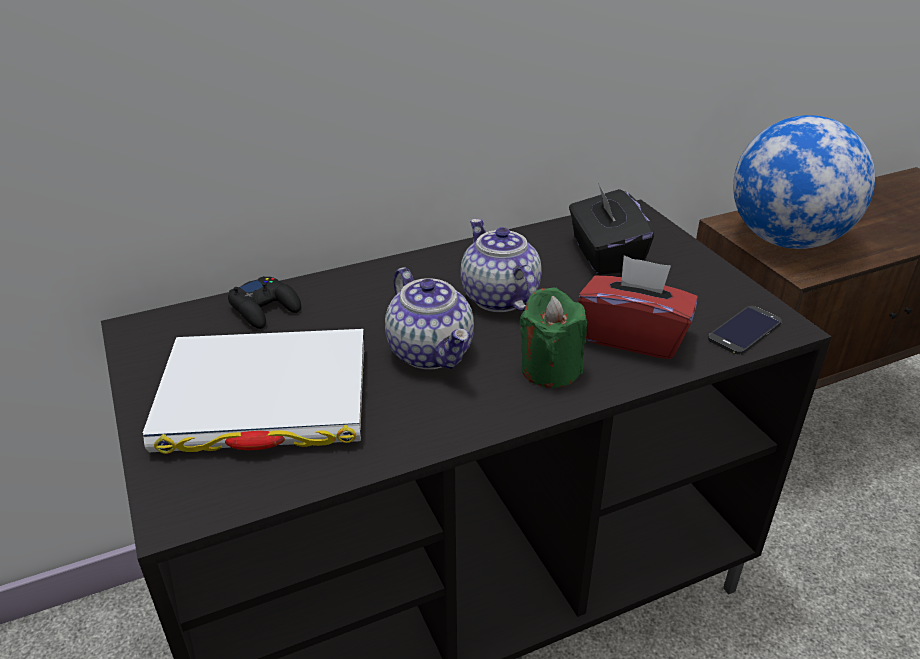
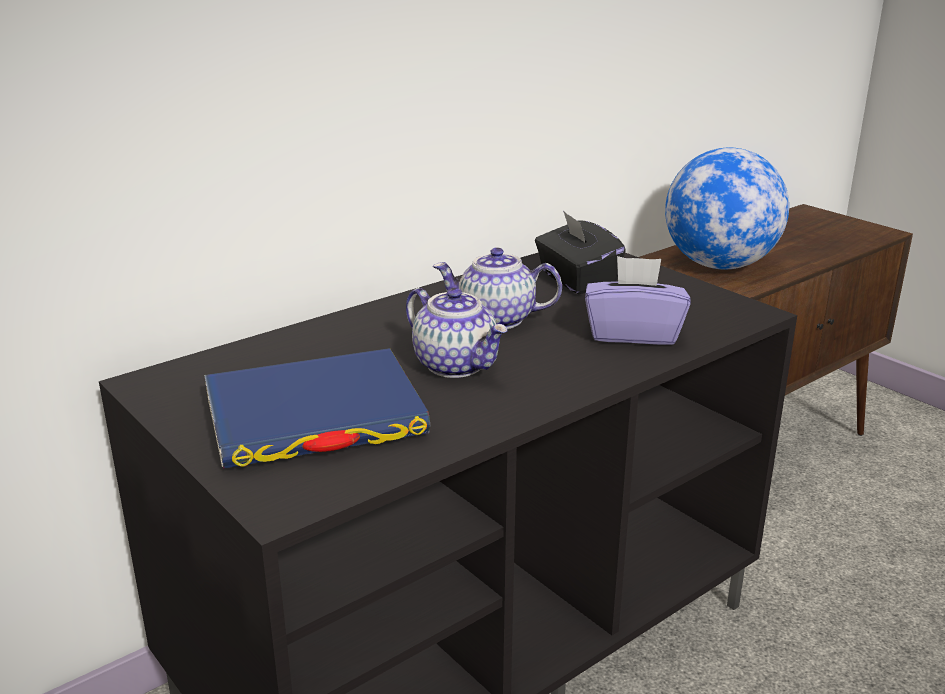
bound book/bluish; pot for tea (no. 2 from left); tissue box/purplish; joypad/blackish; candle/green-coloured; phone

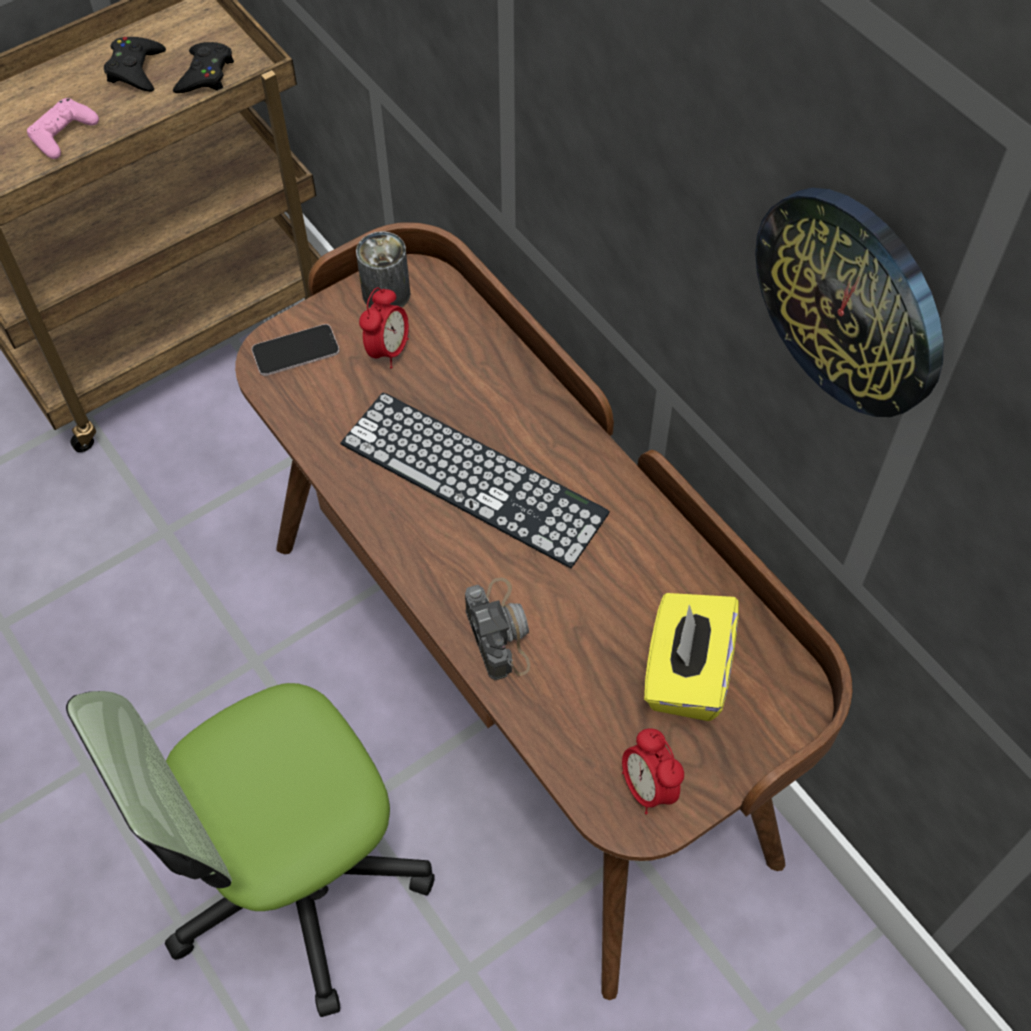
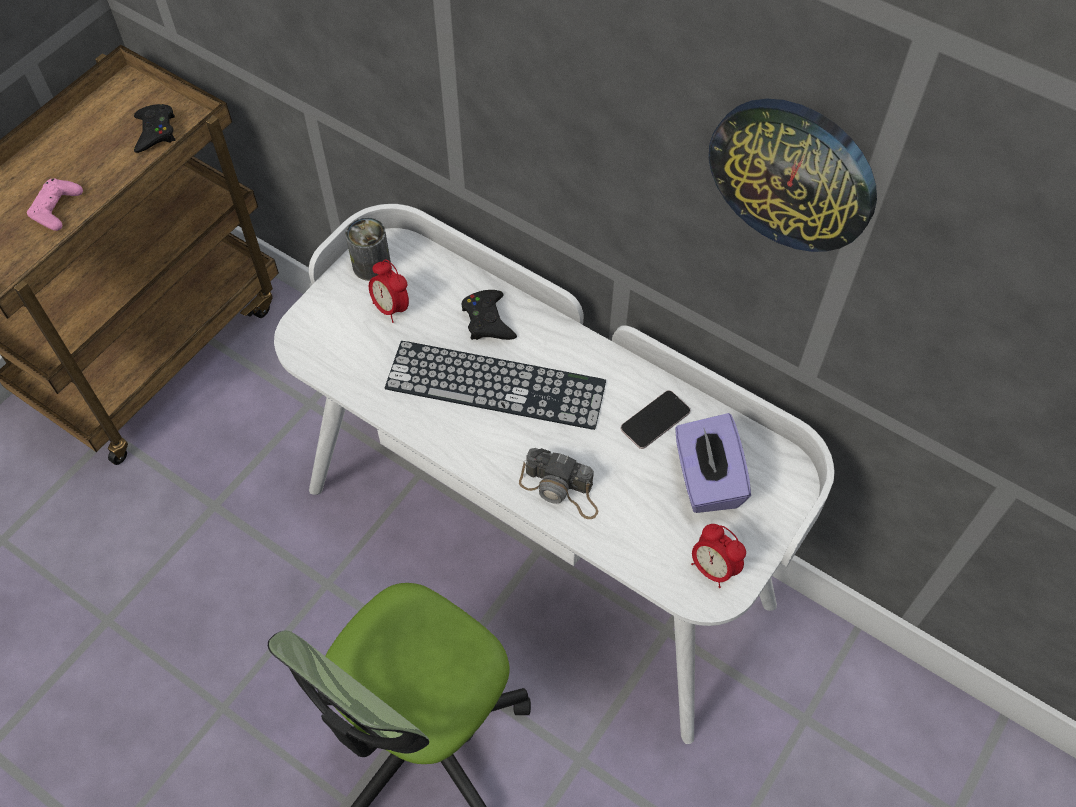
desk/white; bedside clock (no. 1 from left); joypad/blackish (no. 2 from left); still camera; phone; tissue box/purplish

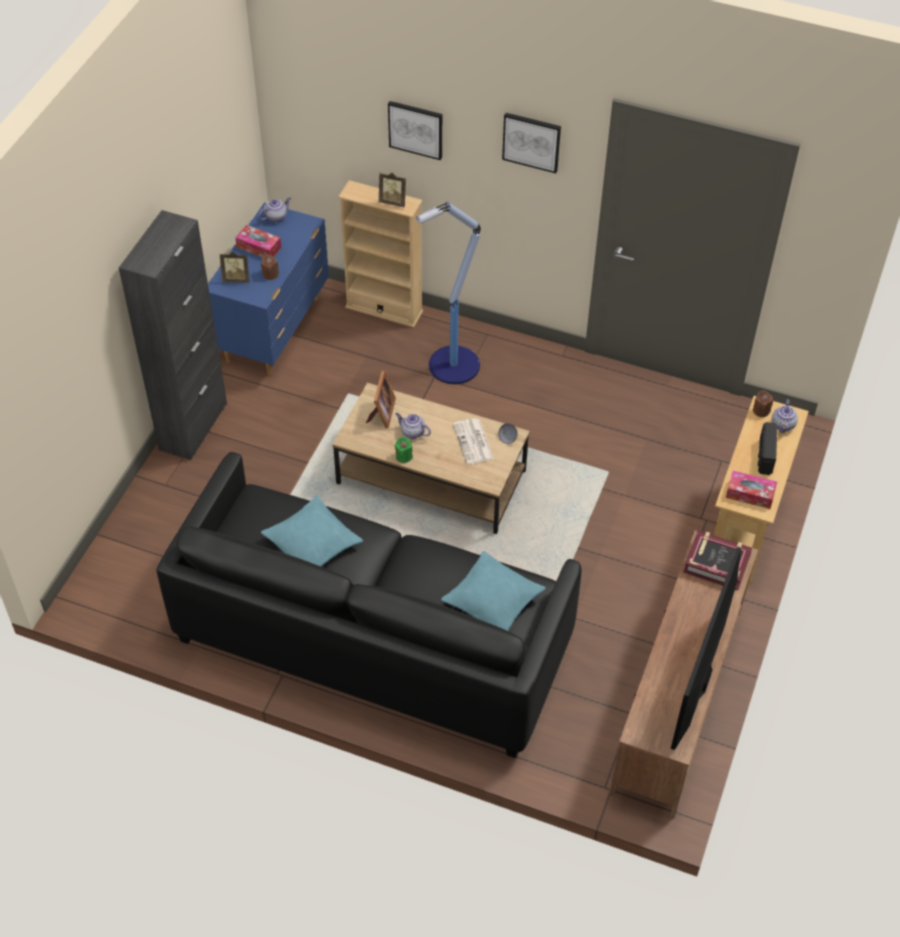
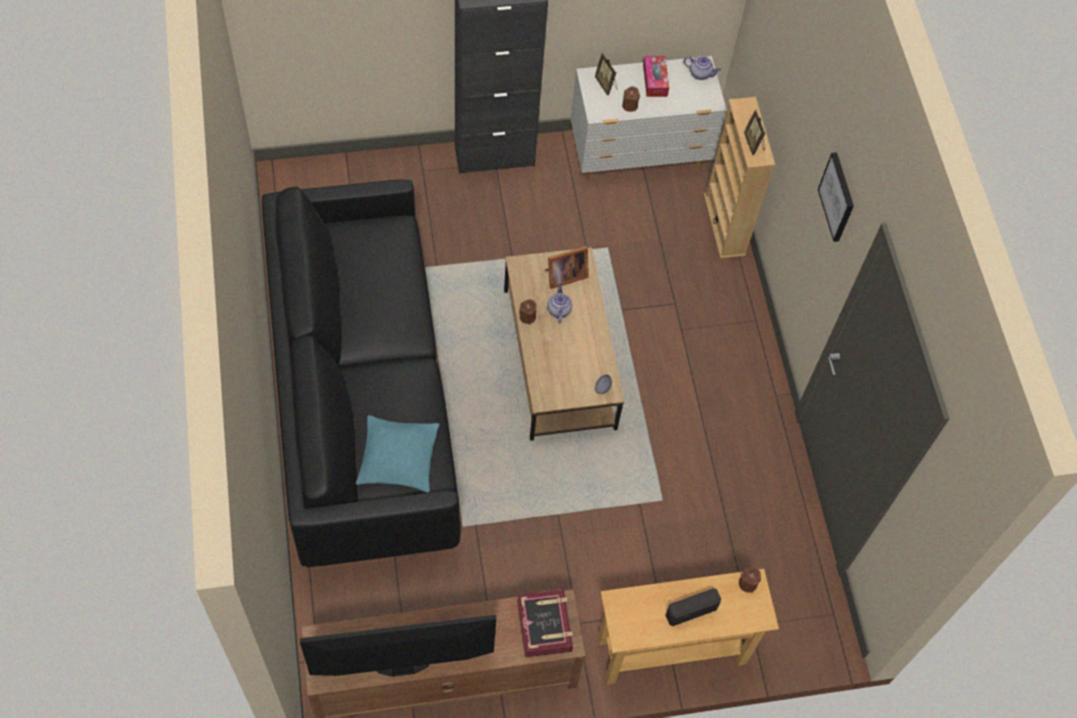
candle/brown-coloured (no. 1 from left); dresser/white; pillow/turquoise (no. 1 from left in the first image); wall picture (no. 1 from left in the first image); standing lamp; daily paper; tissue box (no. 2 from left in the first image); pot for tea (no. 3 from left in the first image)

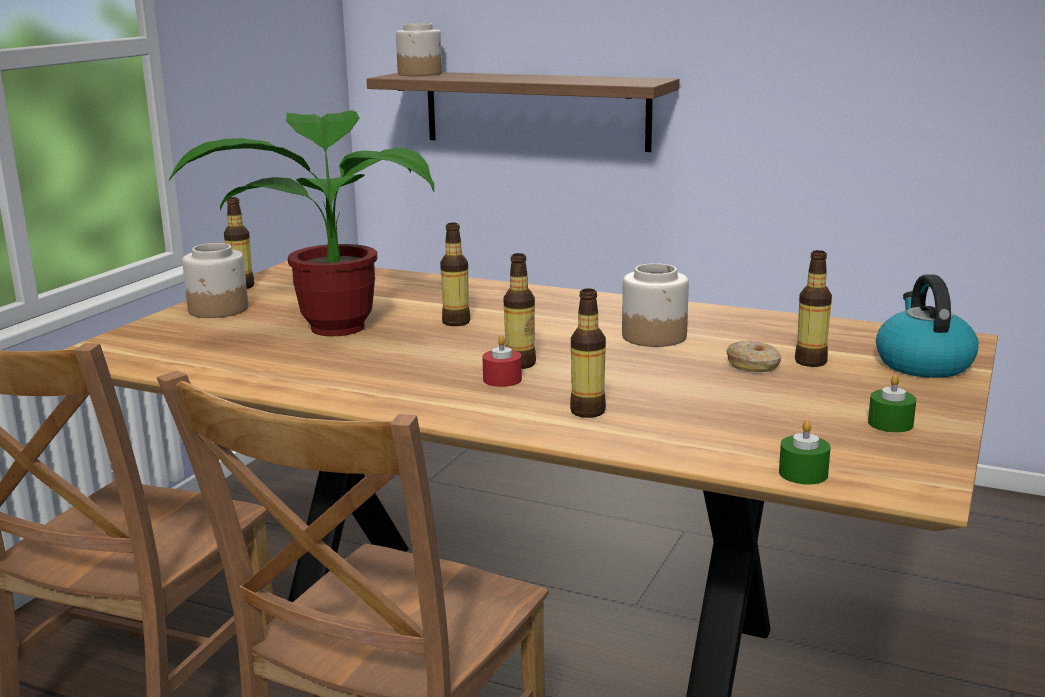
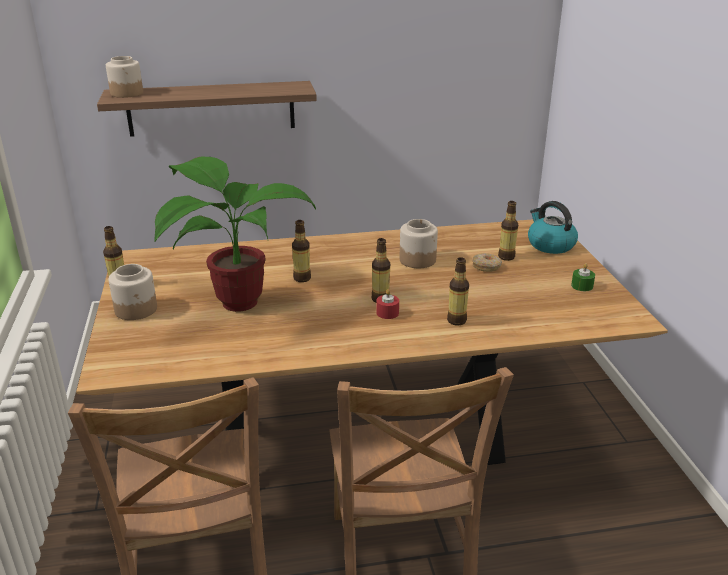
candle/green-coloured (no. 1 from left in the first image)

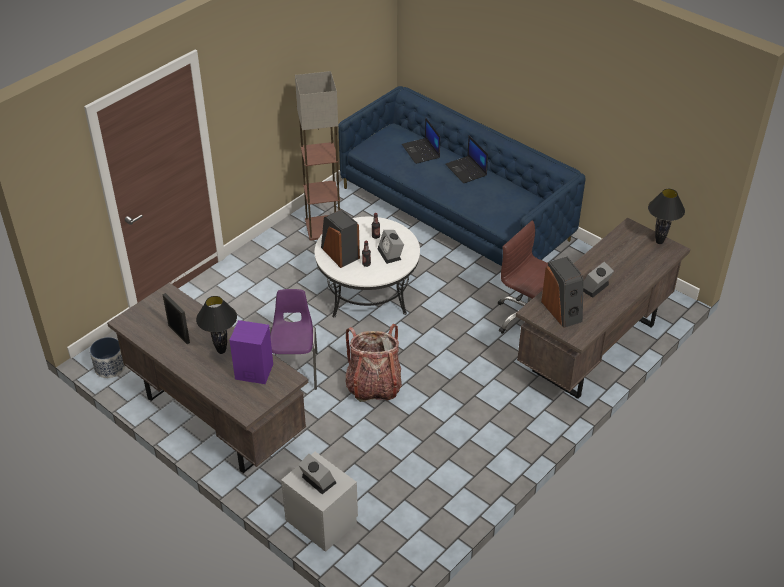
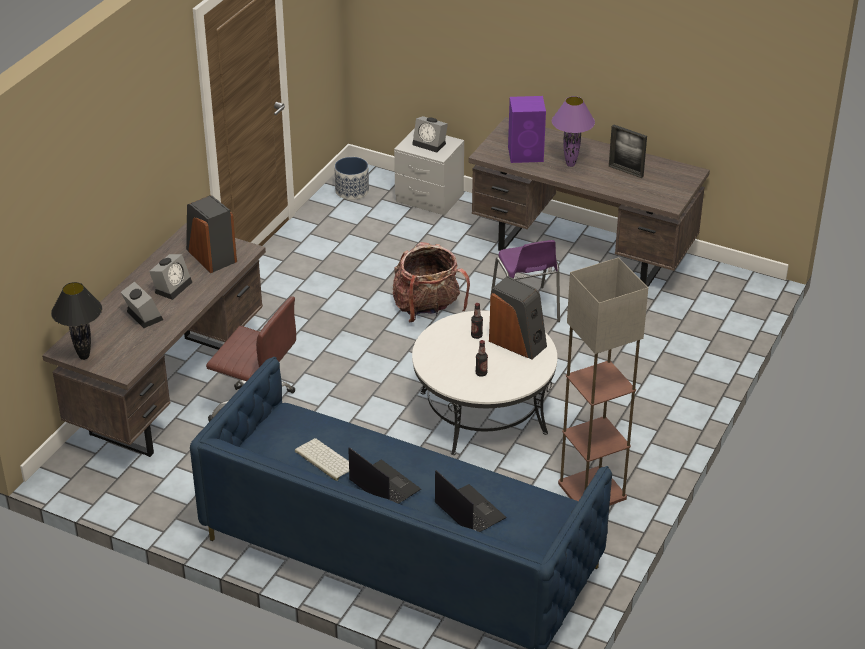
bedside clock (no. 1 from left); computer keyboard; planter; table lamp/purplish

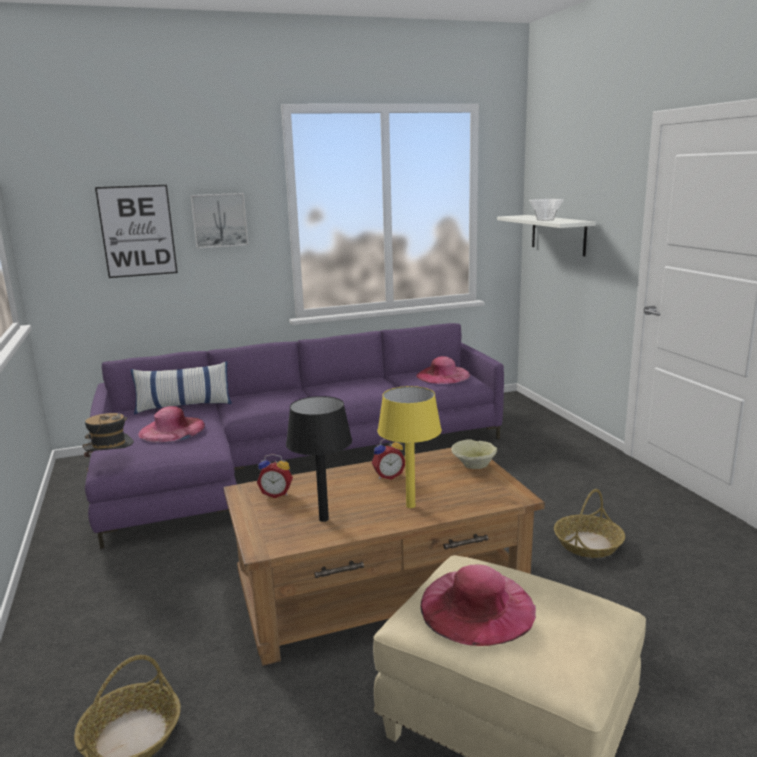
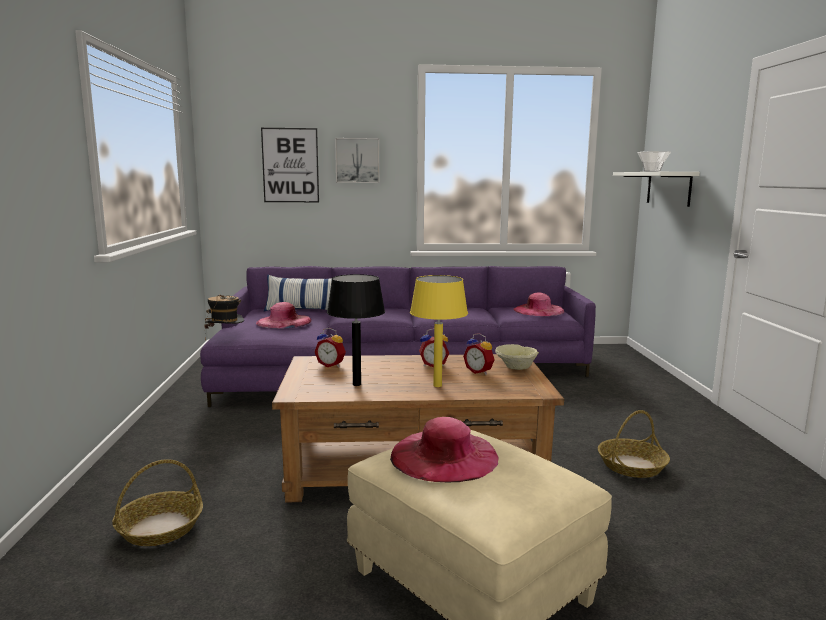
bedside clock (no. 3 from left)

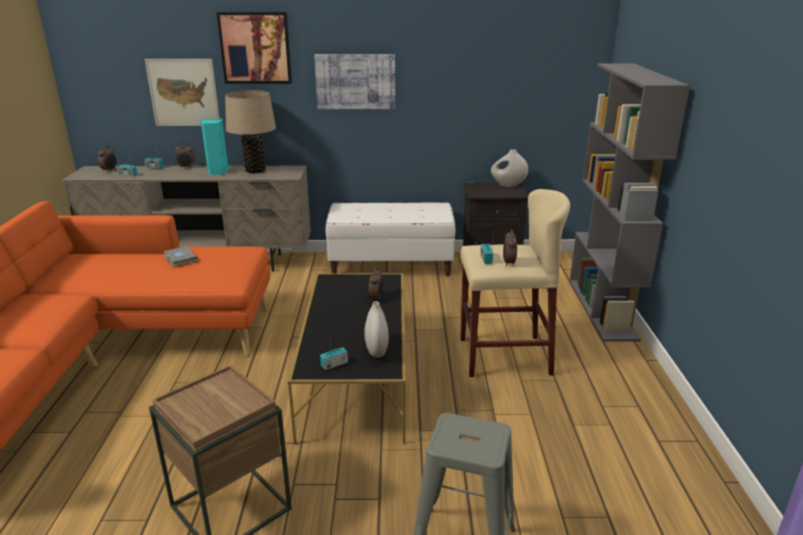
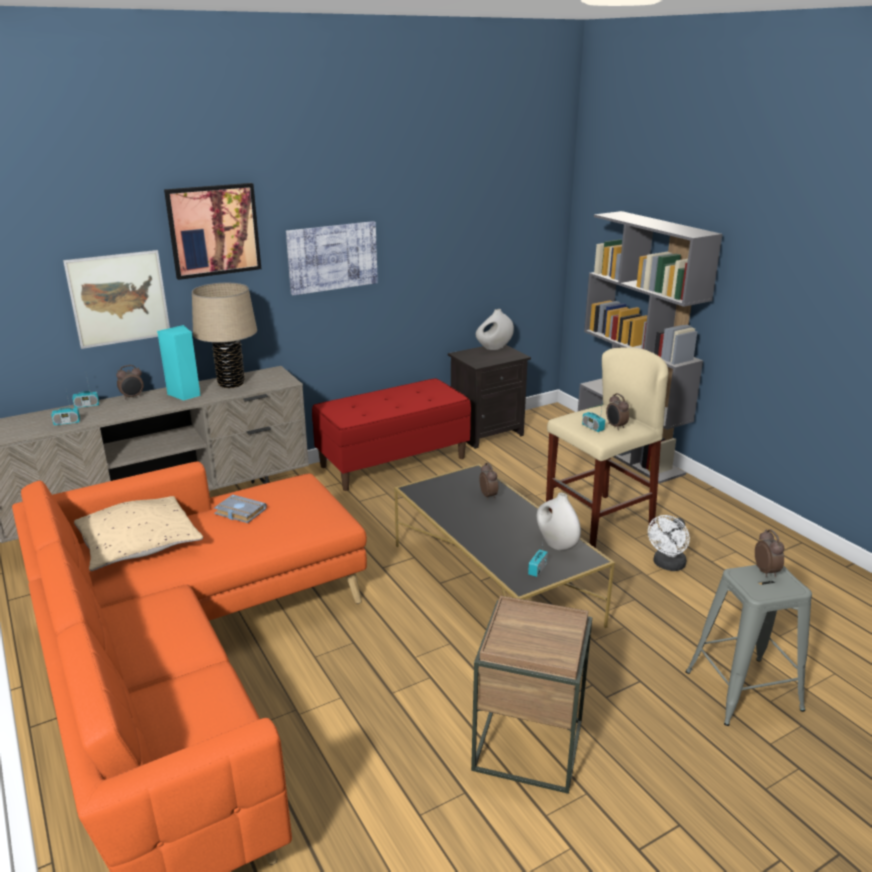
pillow/beige; indoor bench/reddish; electric fan/white; bedside clock (no. 4 from left)

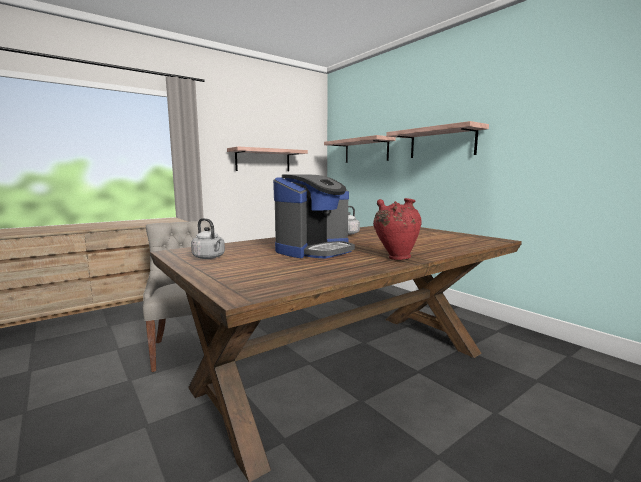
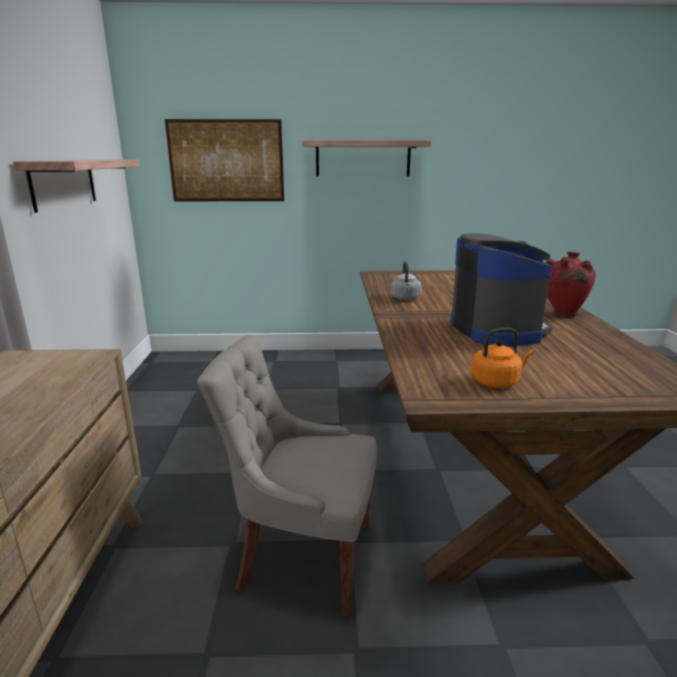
wall picture; kettle/orangey

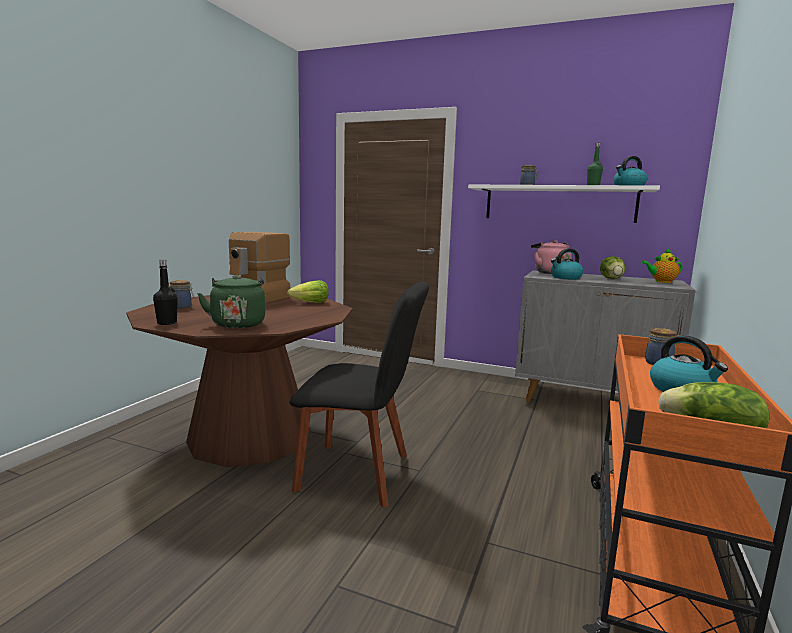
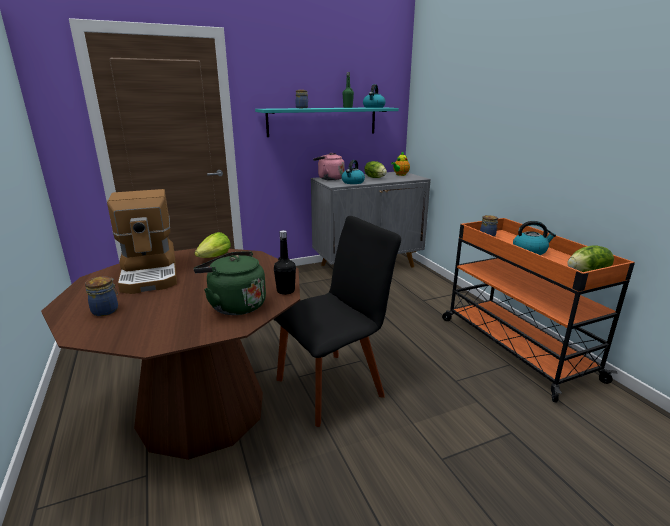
wall shelf/turquoise; bottle/blackish

